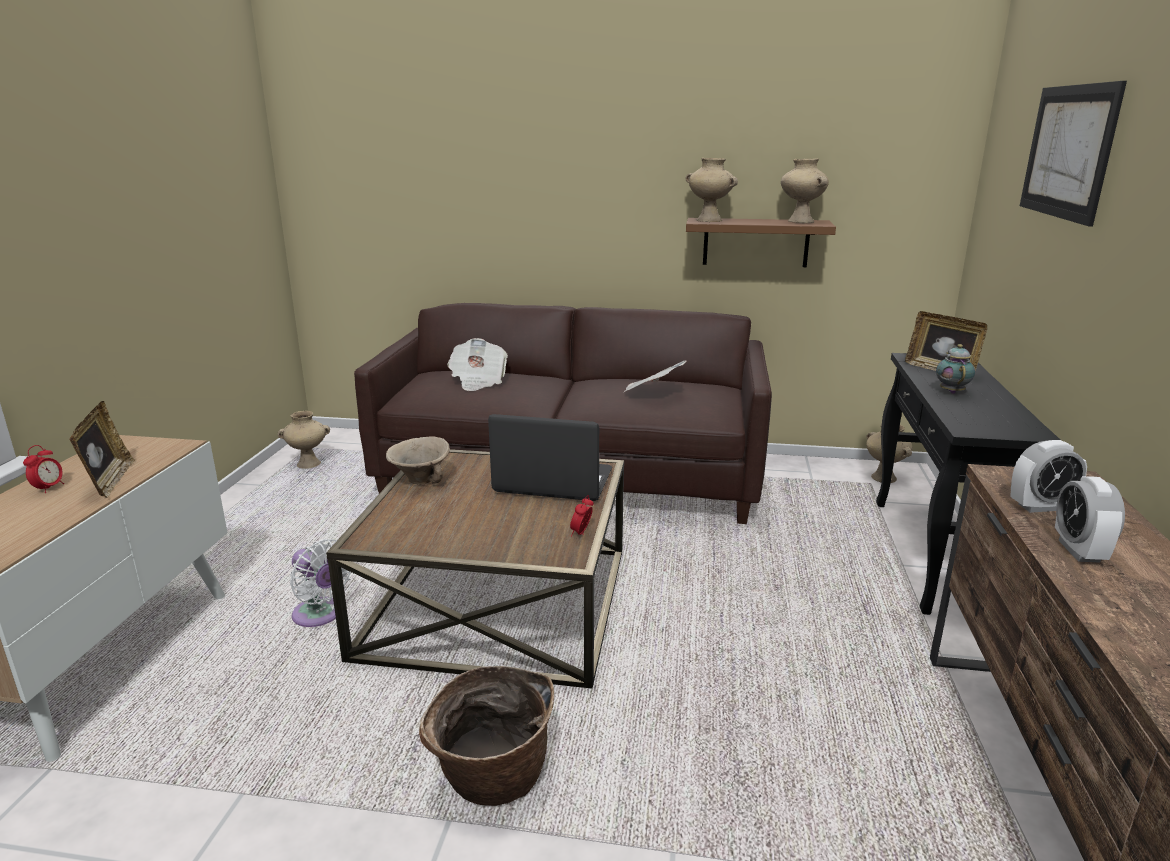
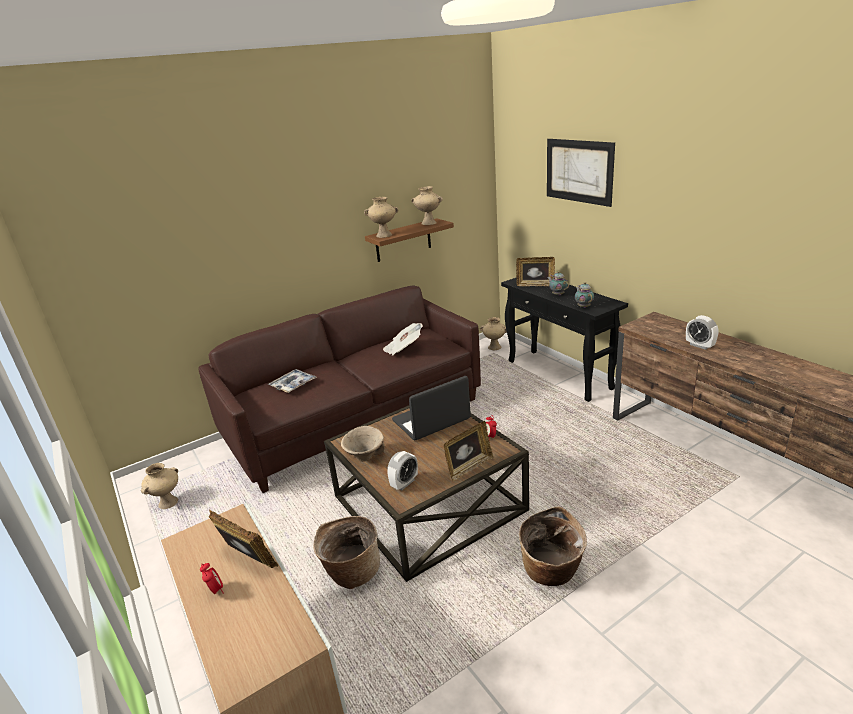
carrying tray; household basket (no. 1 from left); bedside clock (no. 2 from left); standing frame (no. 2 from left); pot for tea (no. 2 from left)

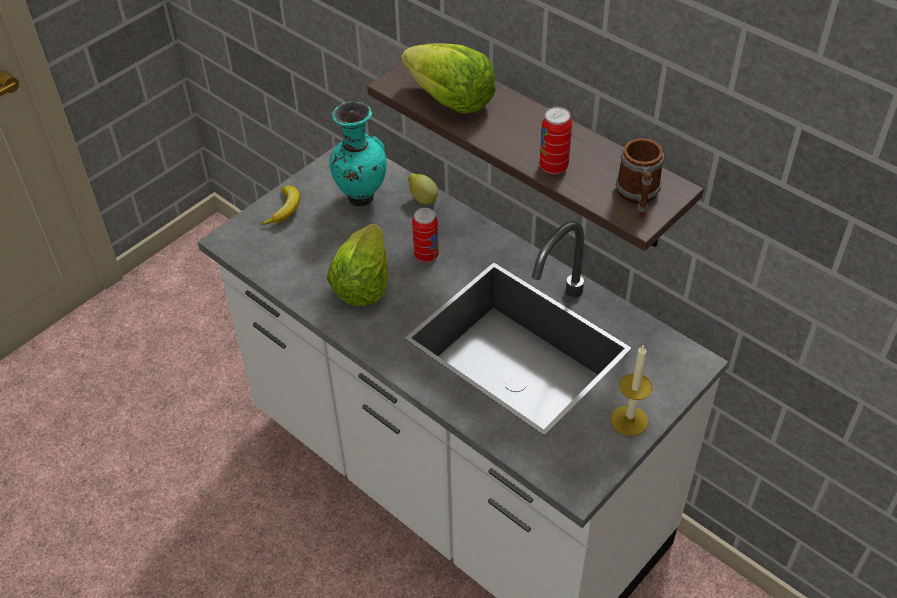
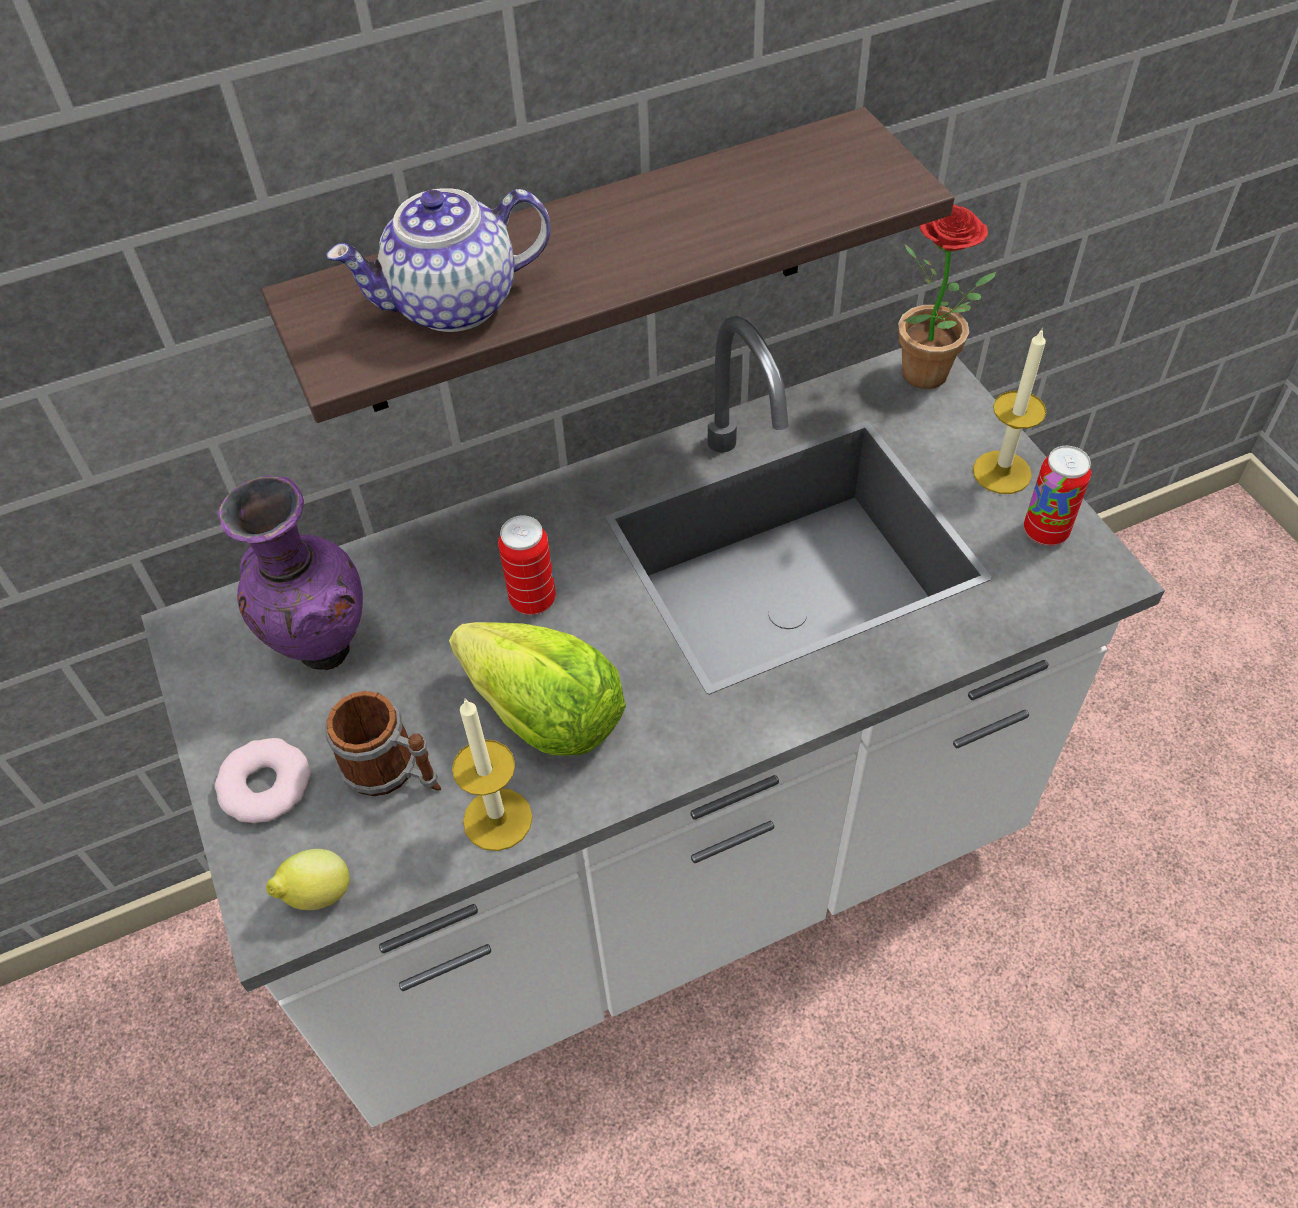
donut; vase/purplish; citrus fruit; mug; pot for tea; candle (no. 1 from left); potted plant; sealed can (no. 2 from left)

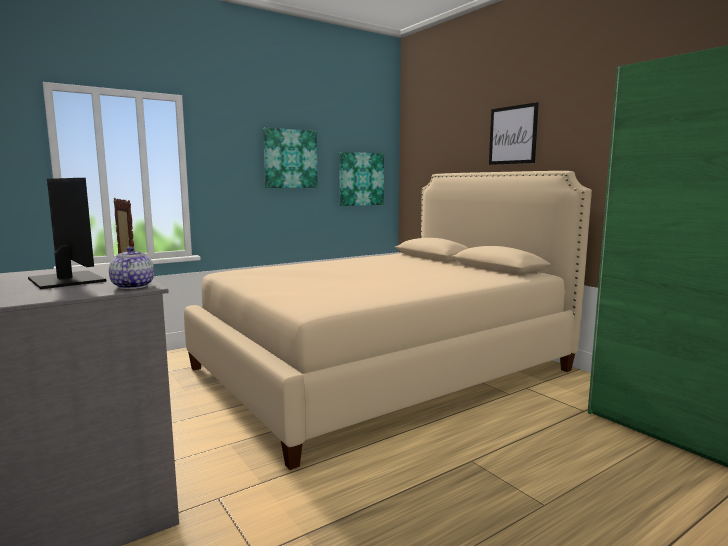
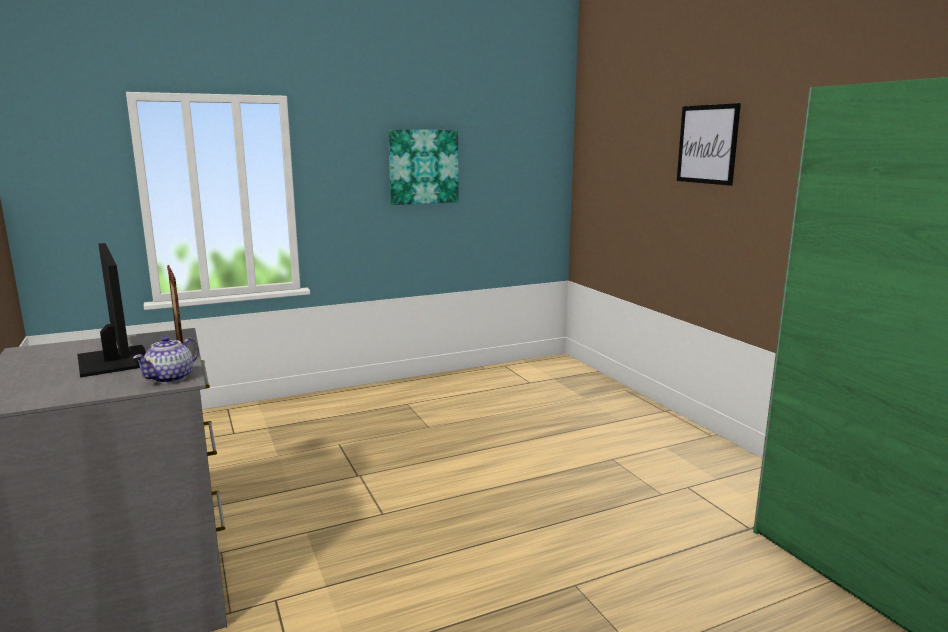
pot for tea; sleeping bed/beige; wall picture (no. 2 from left in the first image)

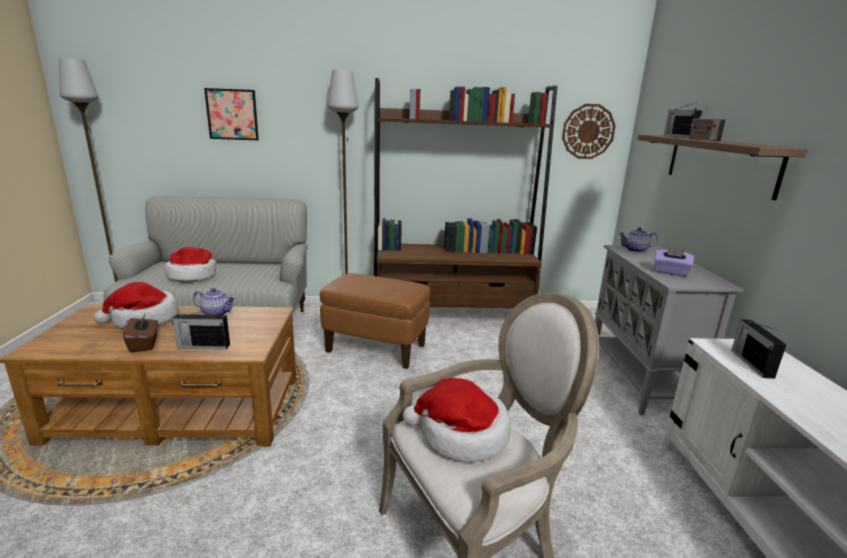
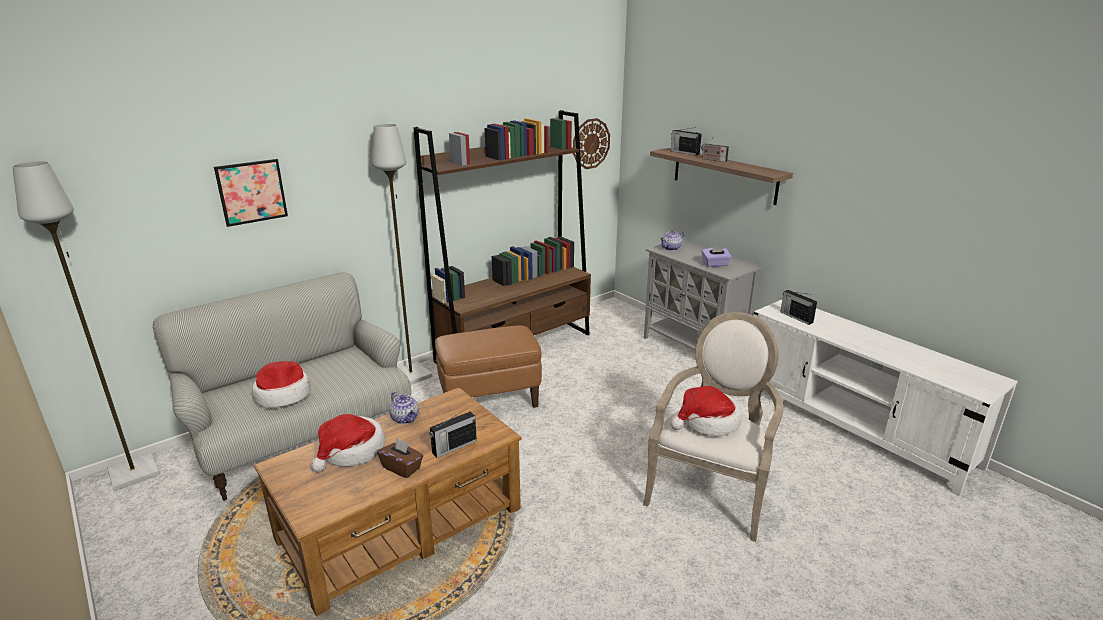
pot for tea (no. 1 from left)

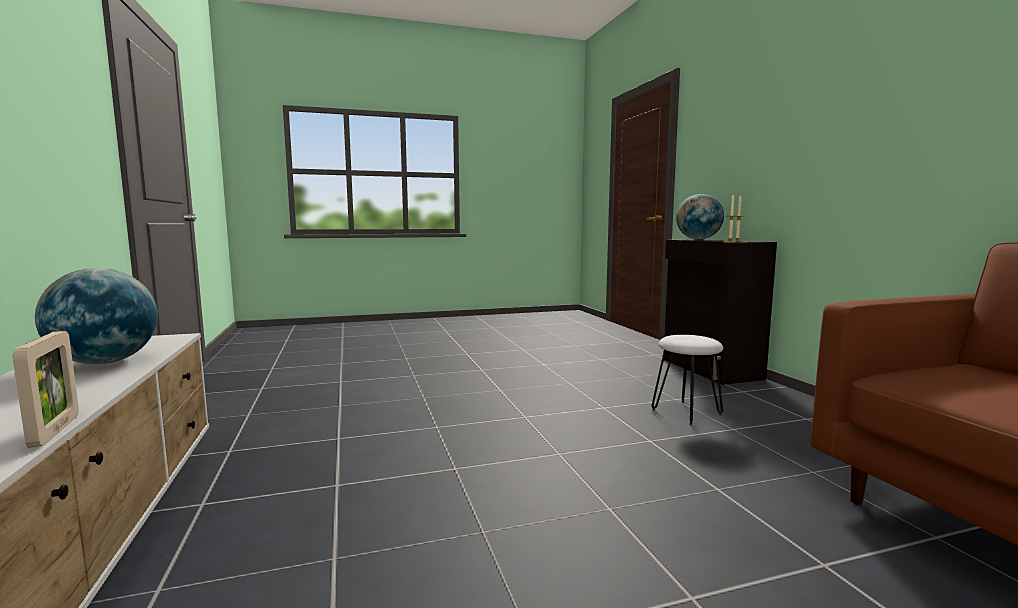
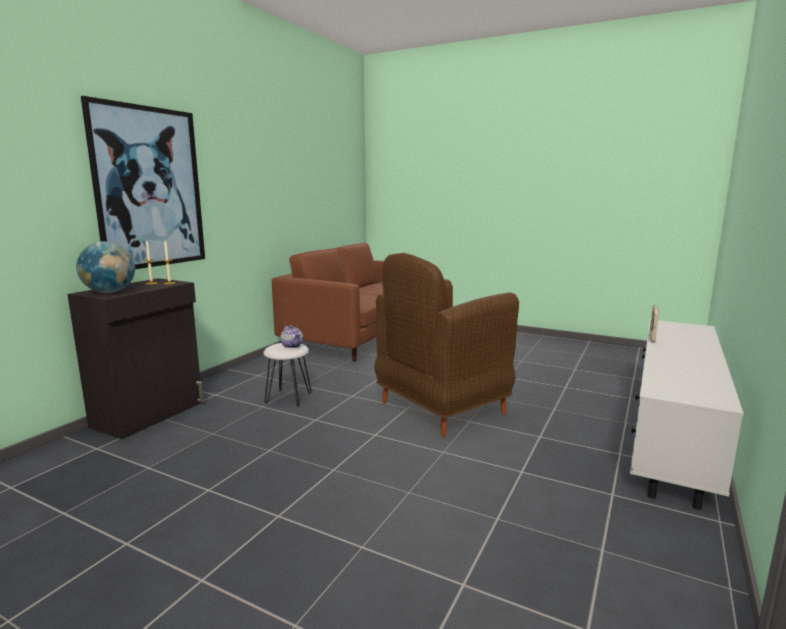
wall picture; pot for tea; easy chair/brown-coloured; world globe (no. 1 from left in the first image)

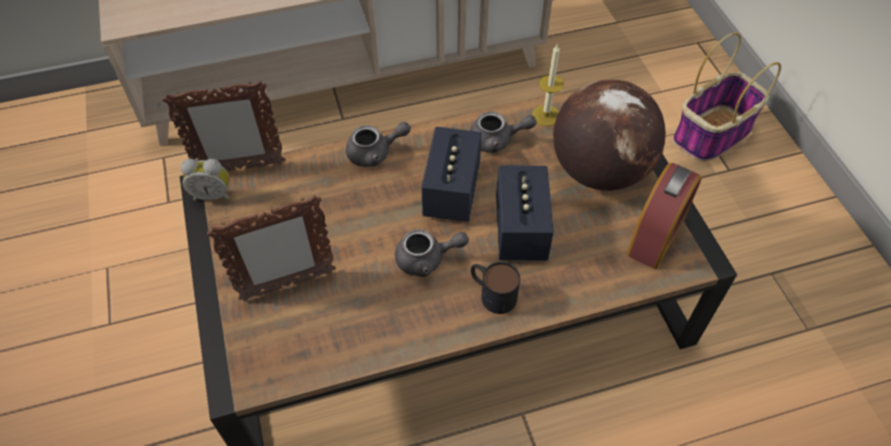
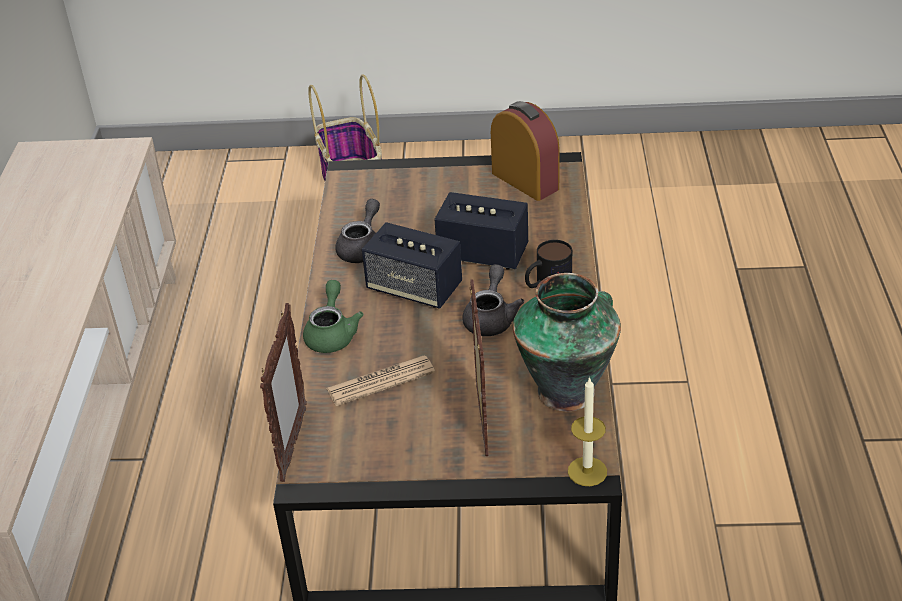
pot for tea/green-coloured; daily paper; vase; candle; bedside clock (no. 1 from left in the first image); world globe

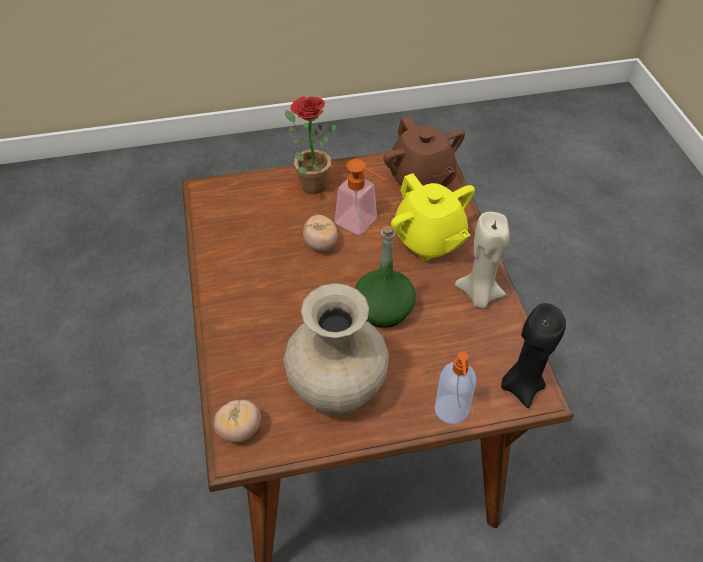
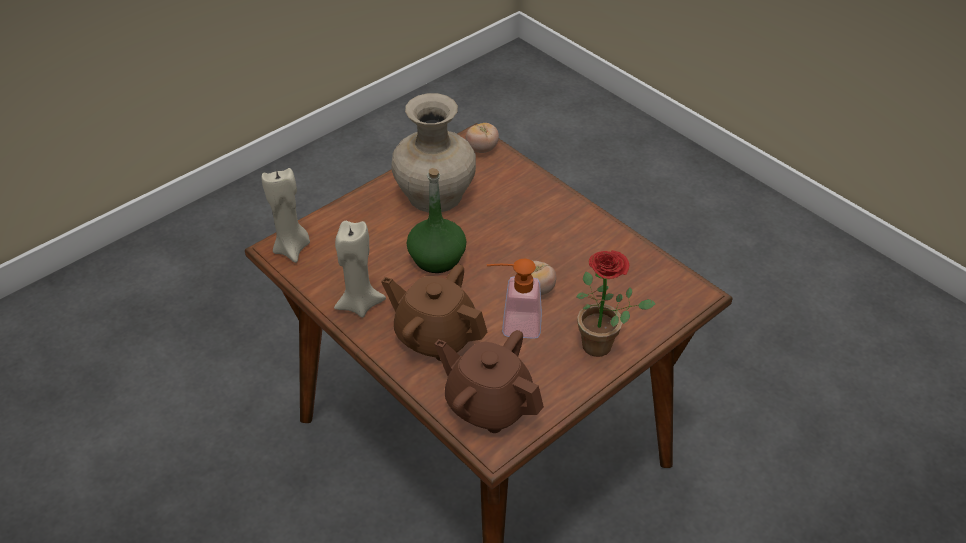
candle/beige (no. 1 from left); pot for tea/brown-coloured (no. 1 from left); soap bottle (no. 2 from left in the first image)

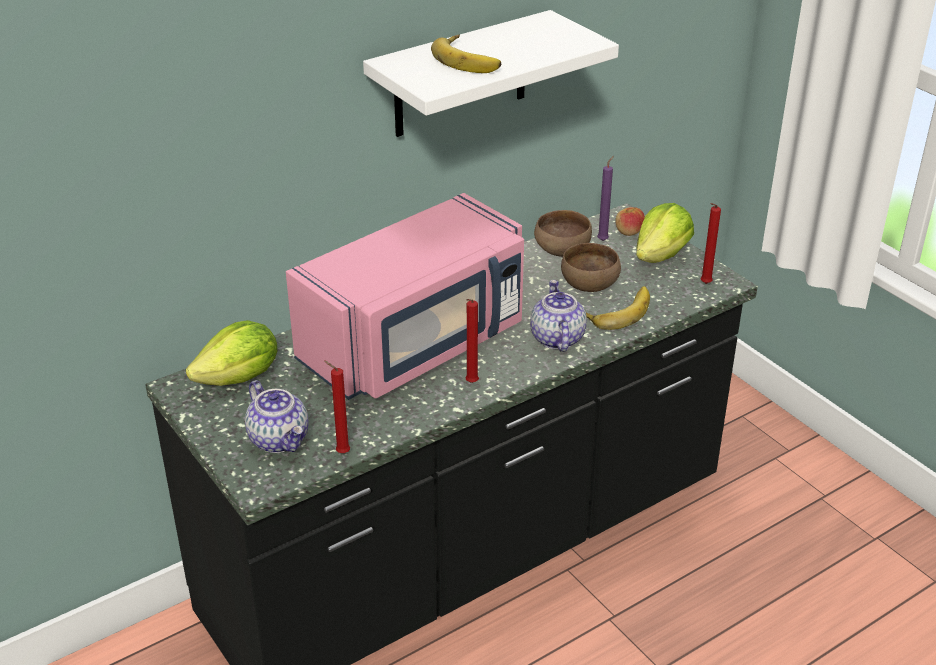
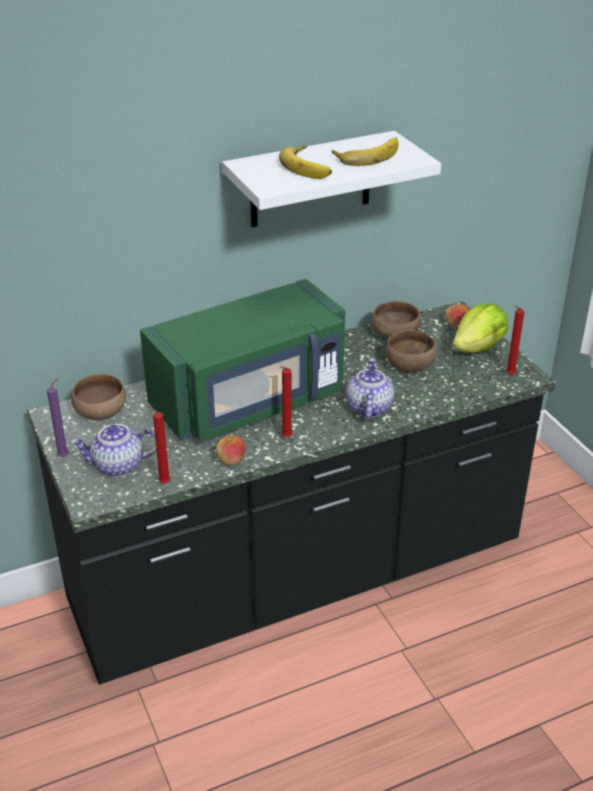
candle/purplish; serving bowl/brown-coloured (no. 1 from left); pot for tea (no. 1 from left); microwave/green-coloured; whole apple (no. 1 from left); banana (no. 2 from left)

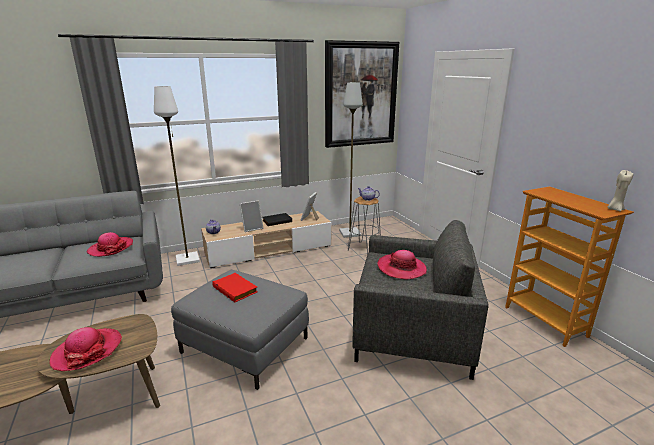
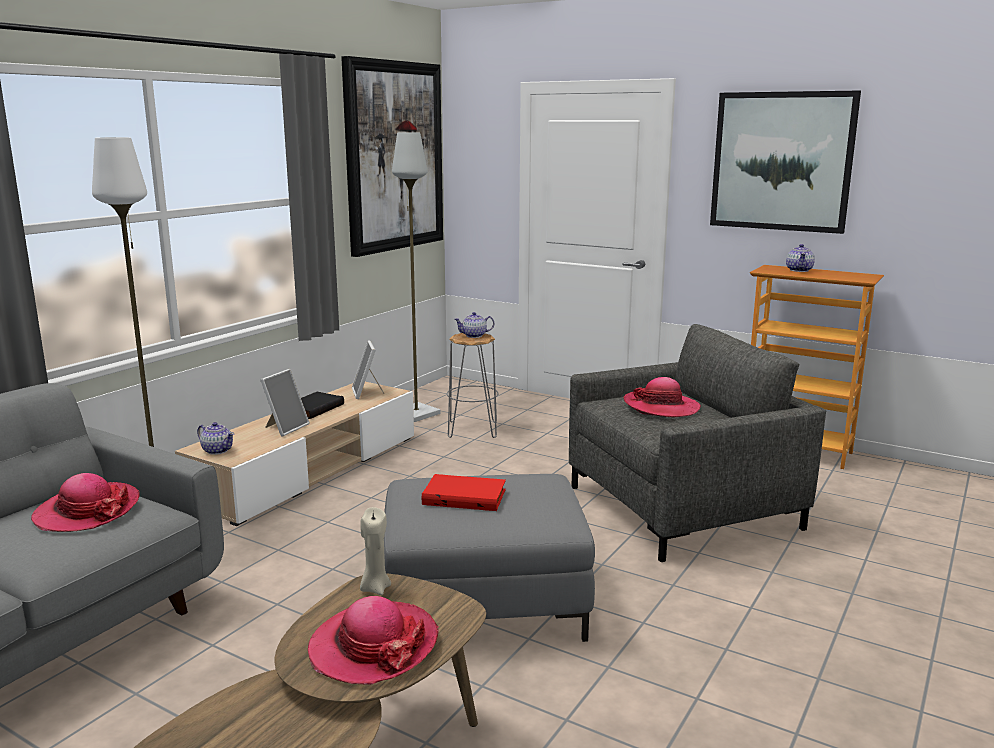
candle/beige; wall picture (no. 2 from left); pot for tea (no. 3 from left)

